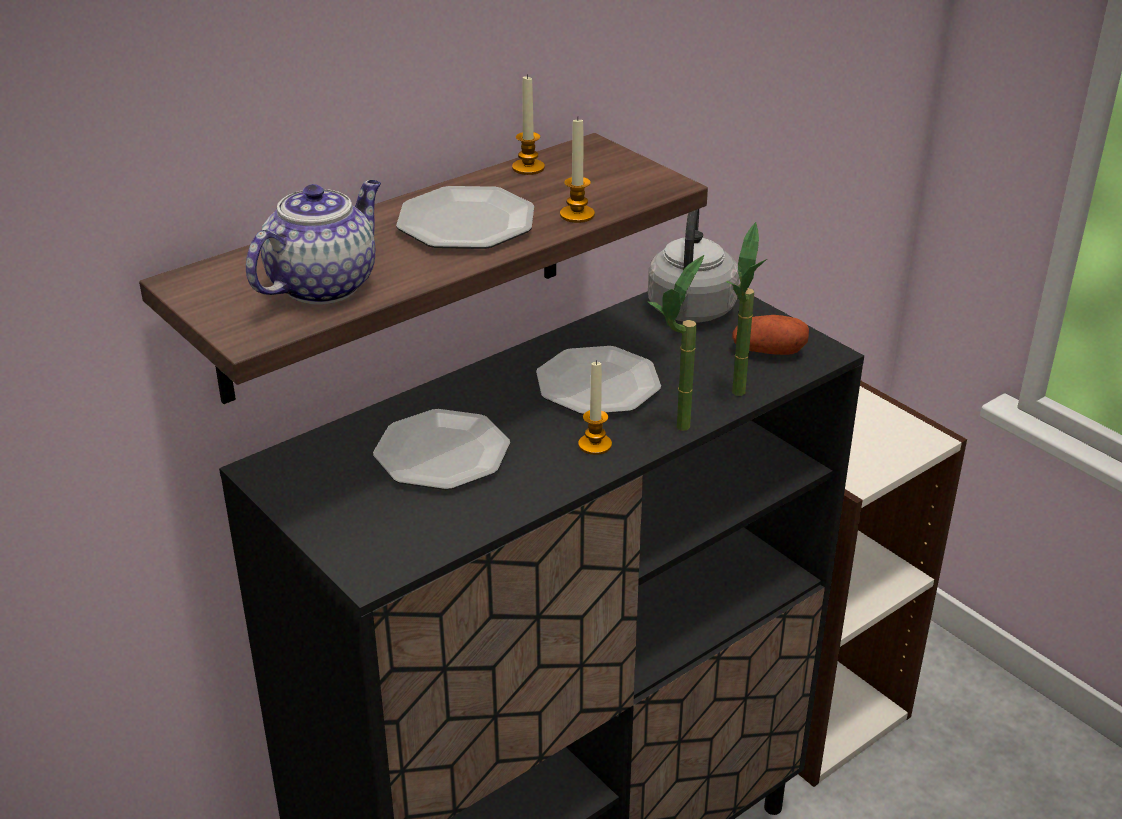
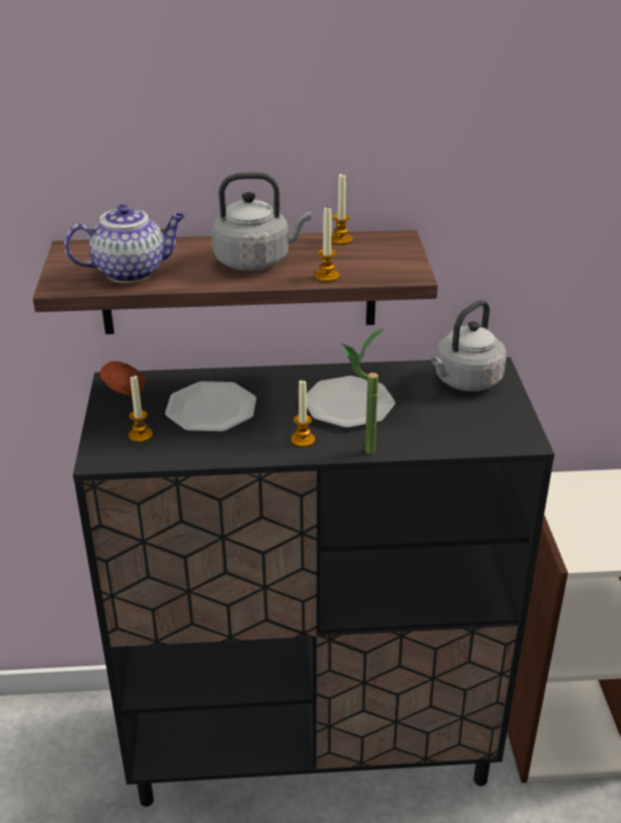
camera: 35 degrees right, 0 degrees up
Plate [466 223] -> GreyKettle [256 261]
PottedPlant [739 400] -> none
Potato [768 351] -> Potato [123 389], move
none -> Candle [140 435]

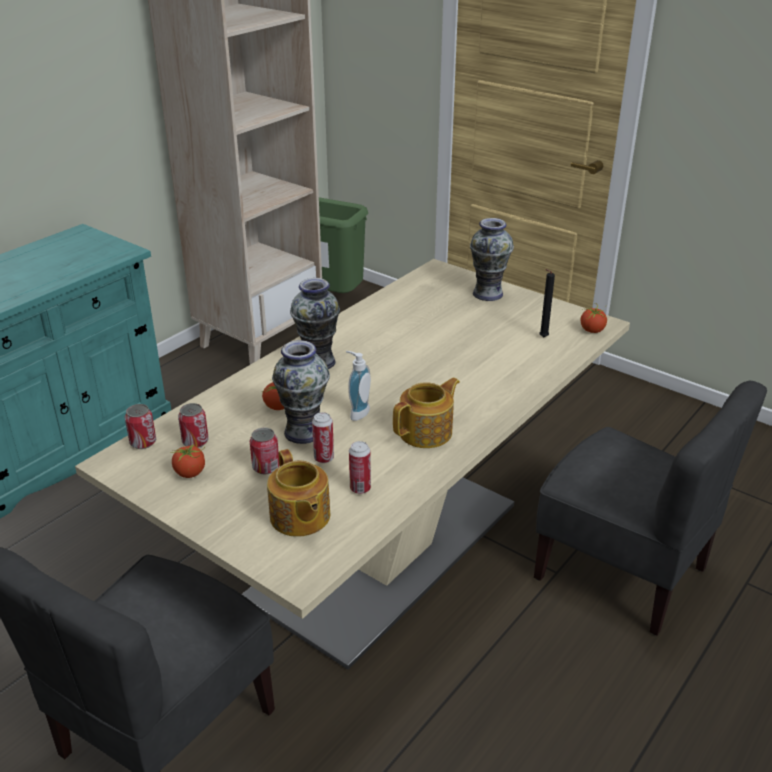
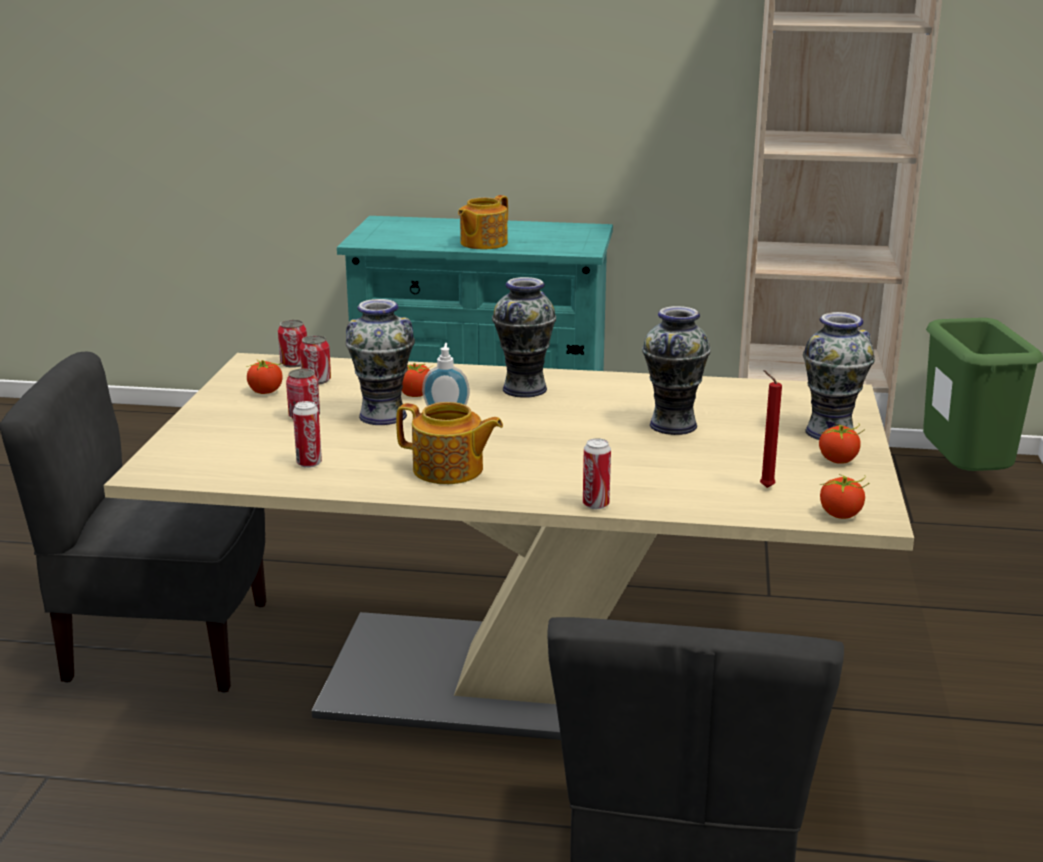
camera: 60 degrees right, 10 degrees down
Teapot [299 517] -> Teapot [482 243], move
Can [324 458] -> Can [596 504], move
BlackCandle [542 337] -> RedCandle [764 487]
none -> Vase [674 425]
none -> Tomato [838 460]

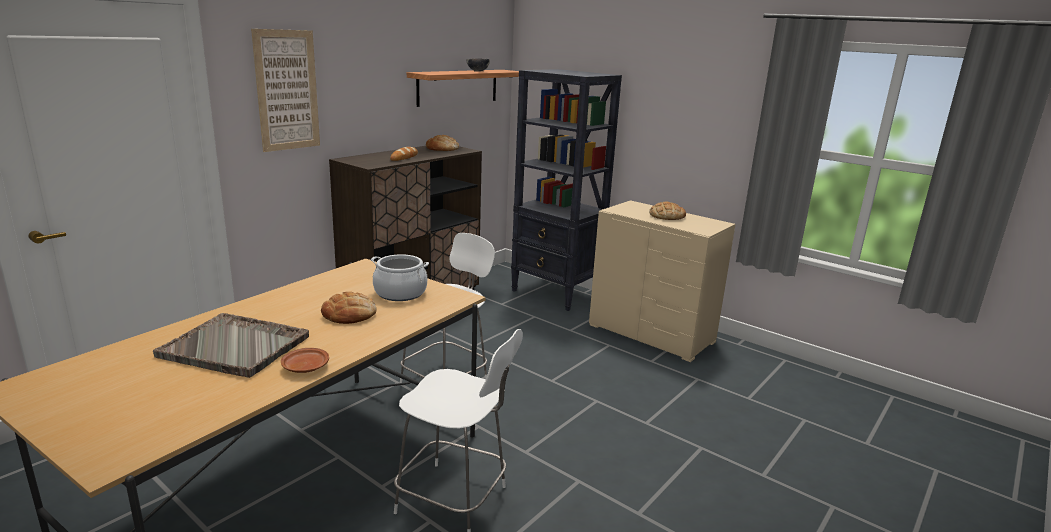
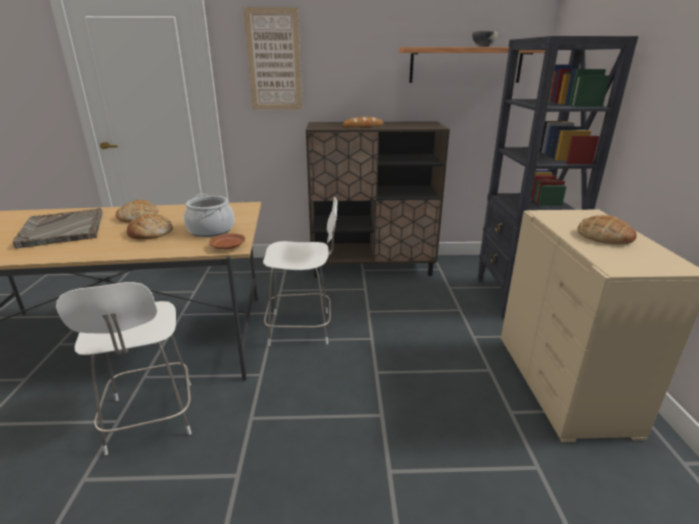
camera: 50 degrees right, 5 degrees up
BrownPlate [305 367] -> BrownPlate [228 246], move
Bread [442 148] -> Bread [138 216], move

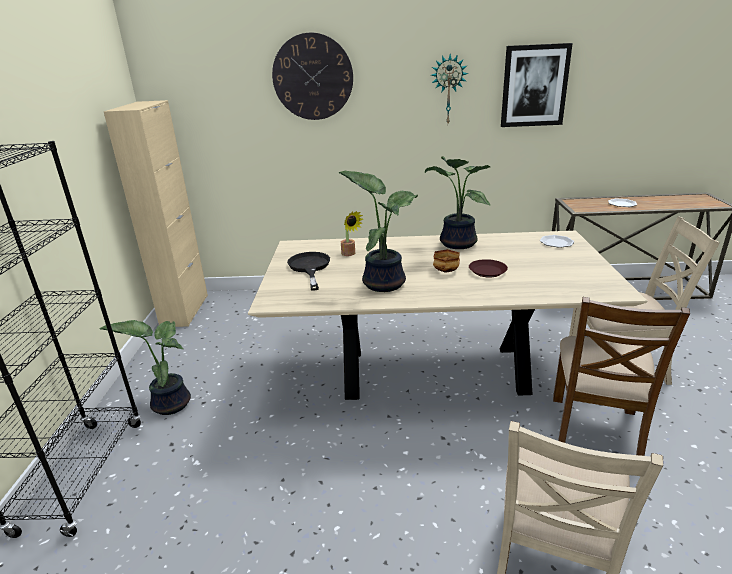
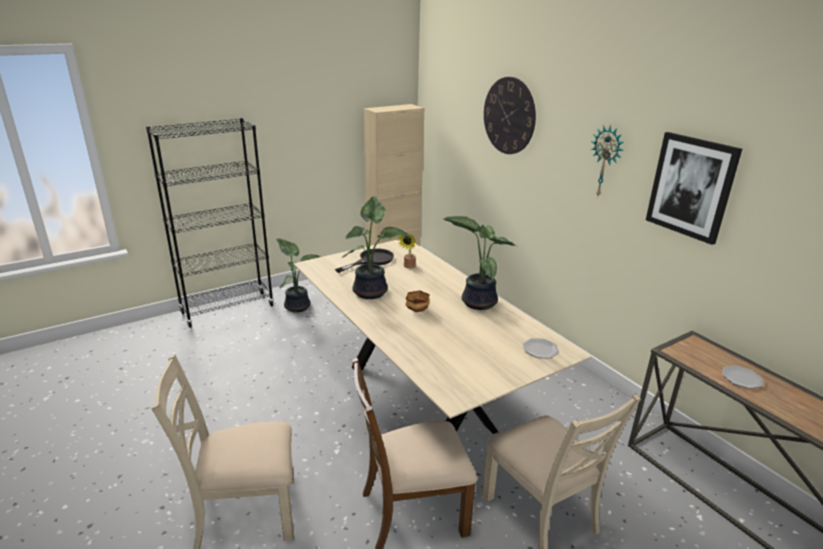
camera: 55 degrees right, 0 degrees up
BrownPlate [488 271] -> none

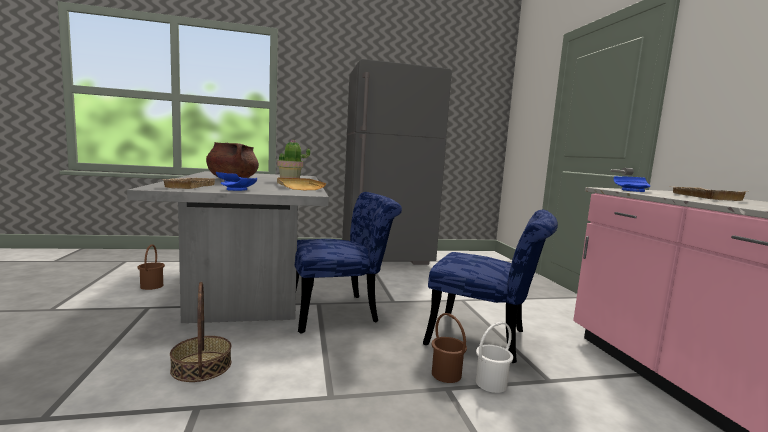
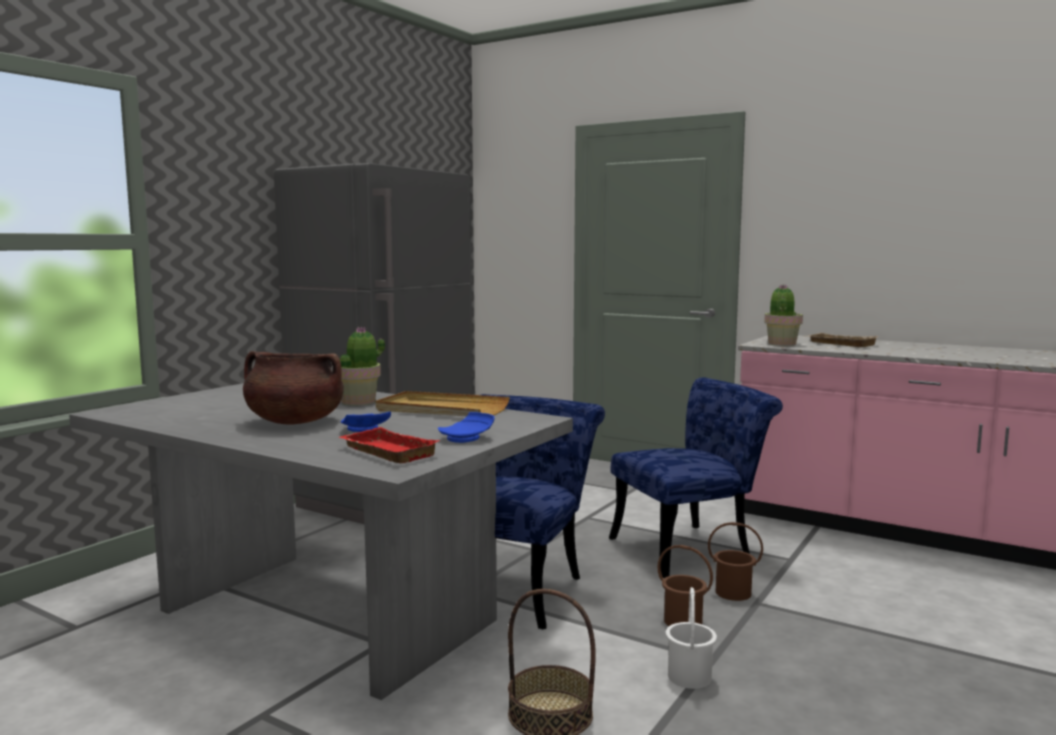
camera: 45 degrees left, 0 degrees up
BrownBucket [152 286] -> BrownBucket [683 621], move
BeigeTray [189 186] -> RedTray [385 452]
WhiteBucket [491 383] -> WhiteBucket [690 676], move
BluePlate [632 190] -> PottedPlant [781 344]

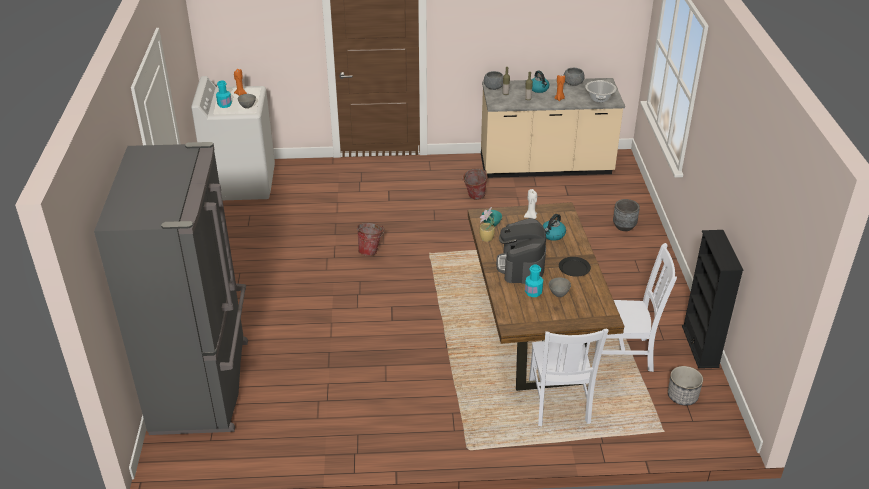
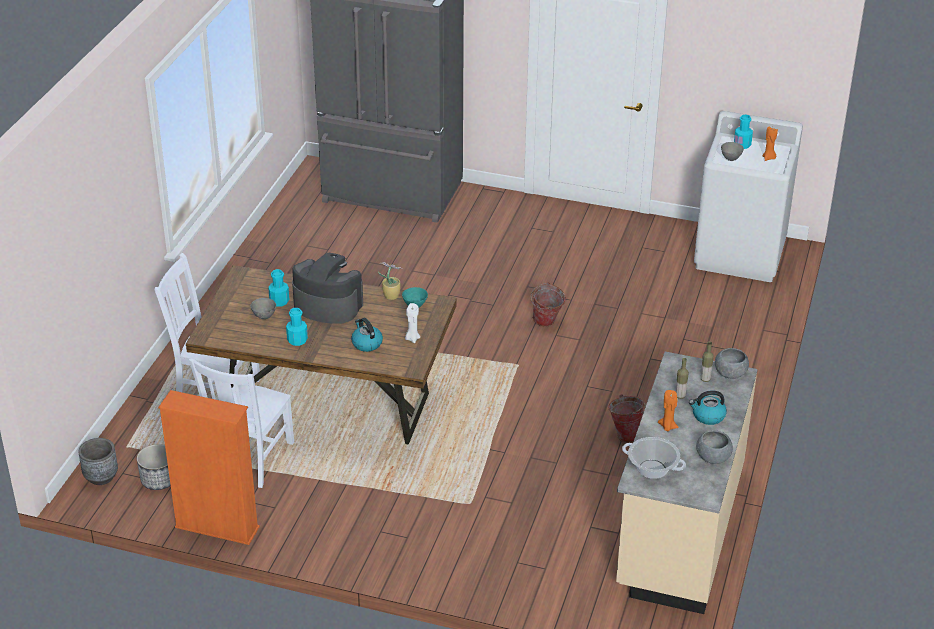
camera: 110 degrees right, 0 degrees up
BlackPlate [574 268] -> TurquoiseBottle [297 340]
GreyPlanter [624 226] -> GreyPlanter [101 477], move
BlackBookcase [700 346] -> OrangeBookcase [217 527]

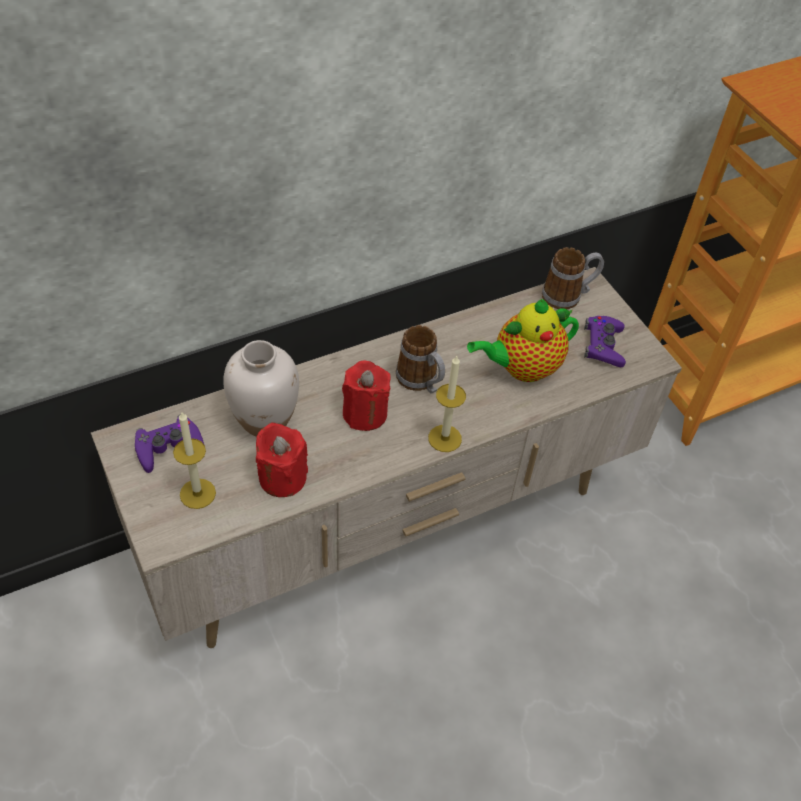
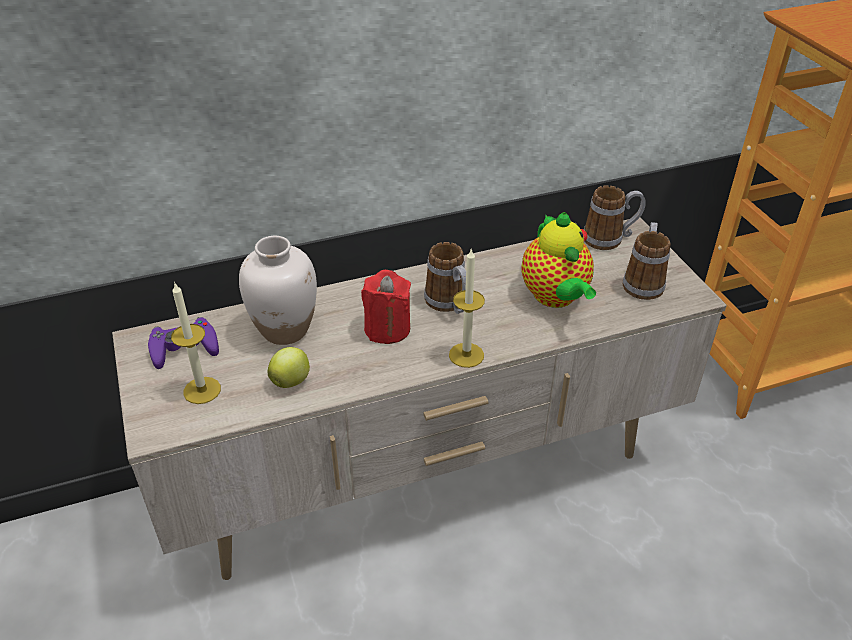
camera: 10 degrees right, 10 degrees down
RedCandle [282 477] -> Apple [291 381]
Teapot [522 368] -> Teapot [555 297], 90 degrees counterclockwise
PurpleGameController [603 345] -> Mug [643 282]

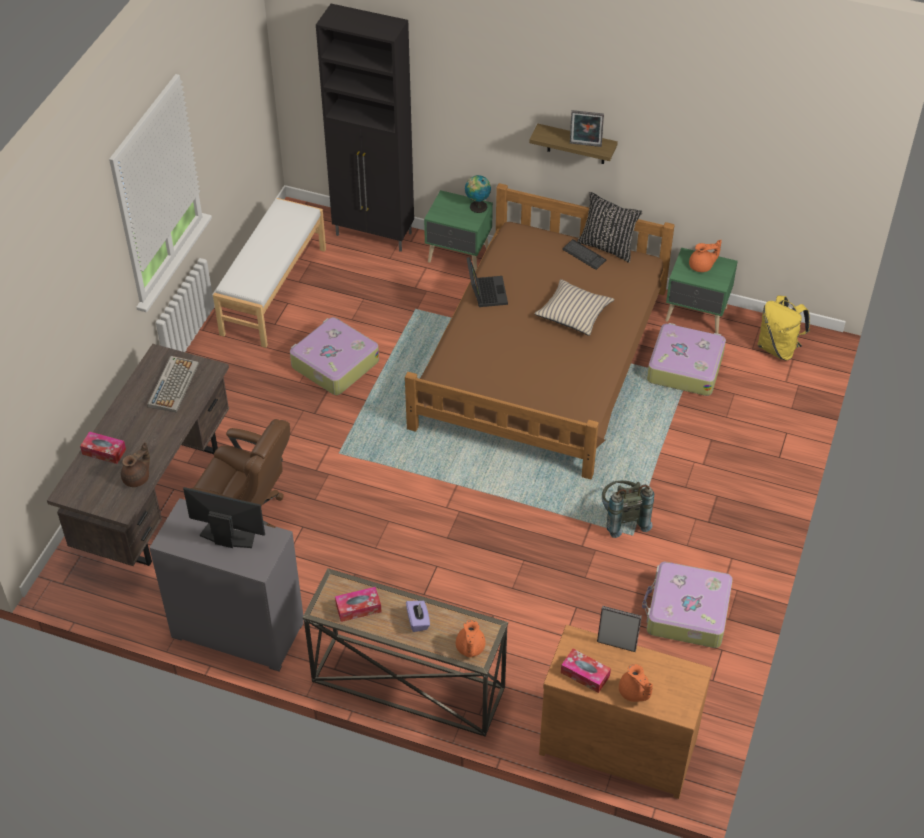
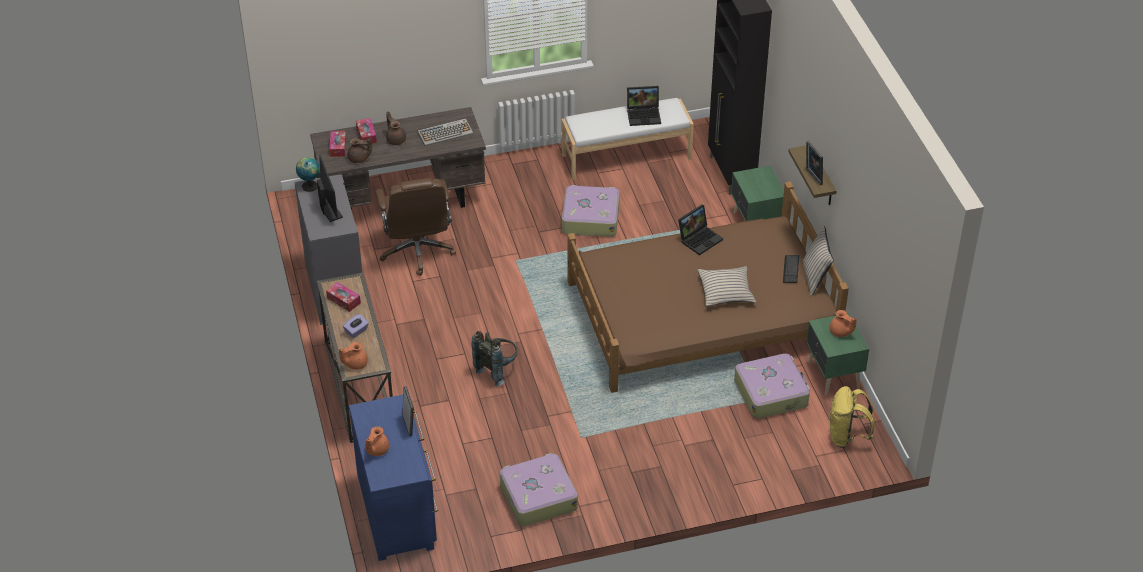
camera: 55 degrees right, 5 degrees down
Globe [477 206] -> Globe [309 185], move
BrownDresser [618 743] -> BlueDresser [398 510]
TissueBox [585 674] -> TissueBox [338 147], move
BlackPillow [607 246] -> BeigePillow [815 278]
GreyBackpack [622 518] -> GreyBackpack [497 369], move
none -> BrownTeapot [396 139]
none -> Laptop [644 115]

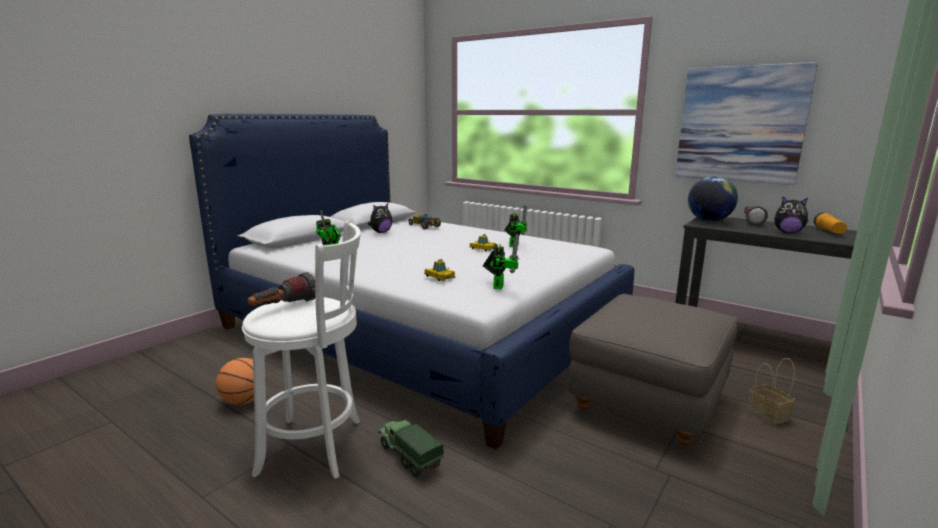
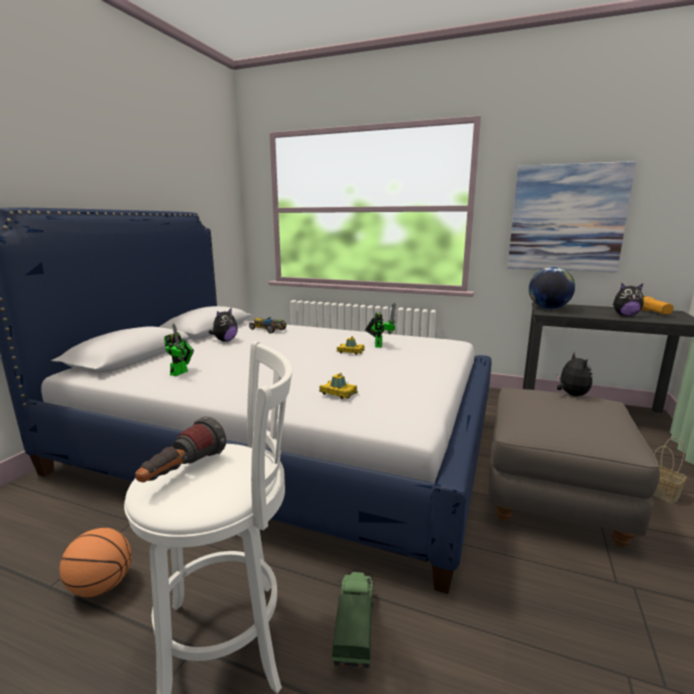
camera: 15 degrees left, 0 degrees up
ToyTruck [409 456] -> ToyTruck [354 628], 60 degrees clockwise
ToyRobot [499 285] -> none
Flashlight [750 222] -> none
none -> PlushToy [571 395]

